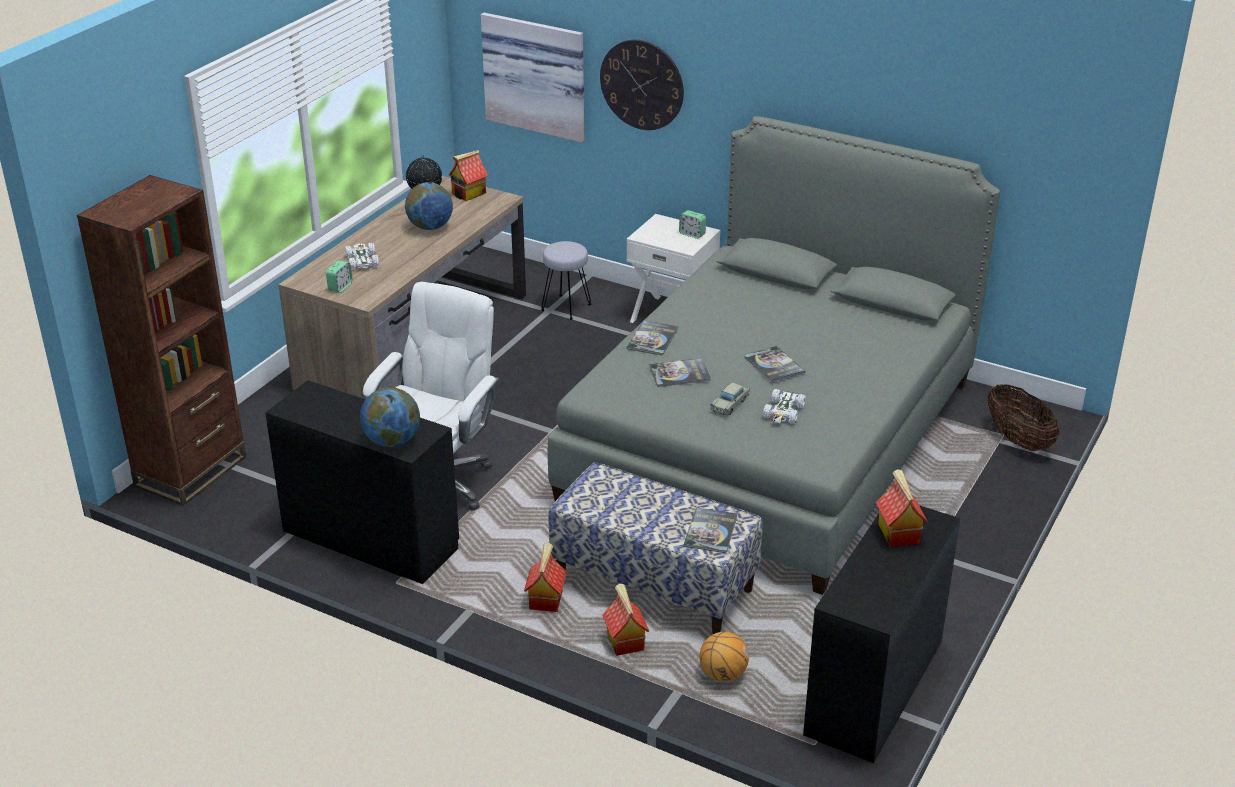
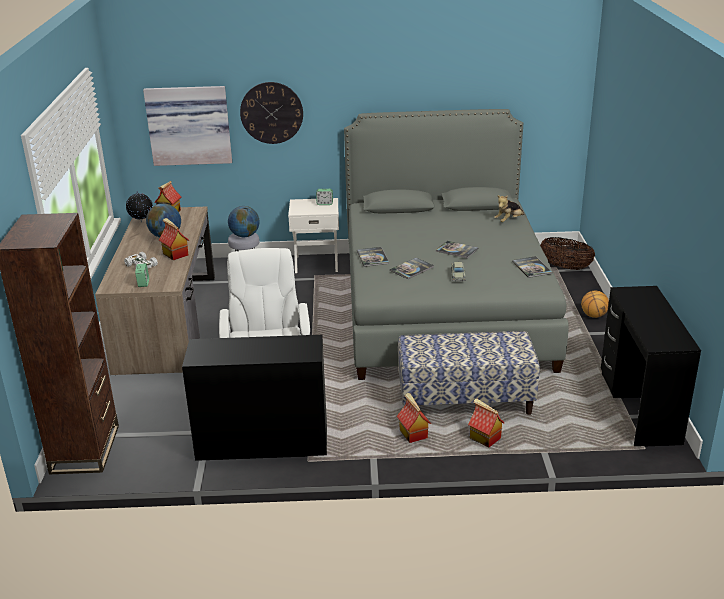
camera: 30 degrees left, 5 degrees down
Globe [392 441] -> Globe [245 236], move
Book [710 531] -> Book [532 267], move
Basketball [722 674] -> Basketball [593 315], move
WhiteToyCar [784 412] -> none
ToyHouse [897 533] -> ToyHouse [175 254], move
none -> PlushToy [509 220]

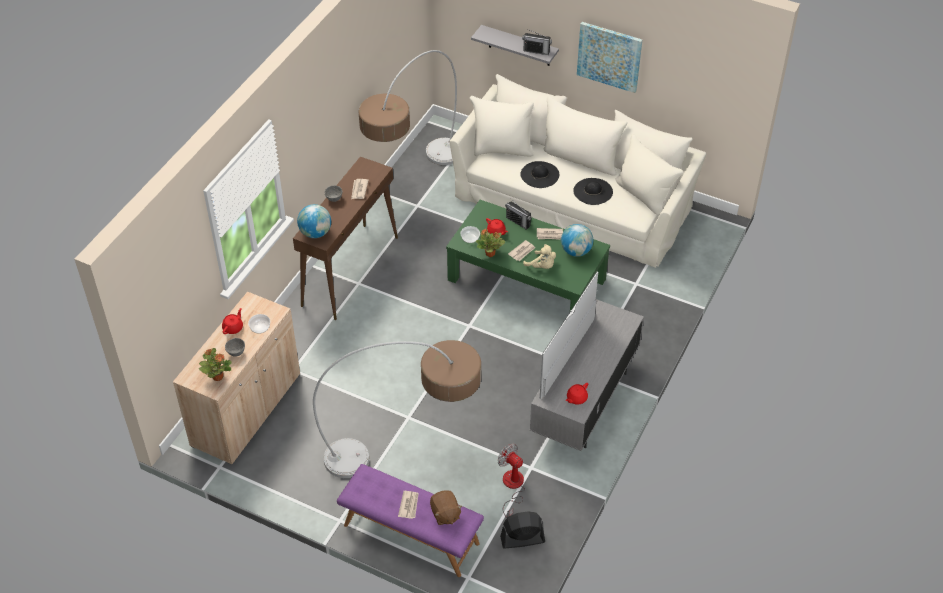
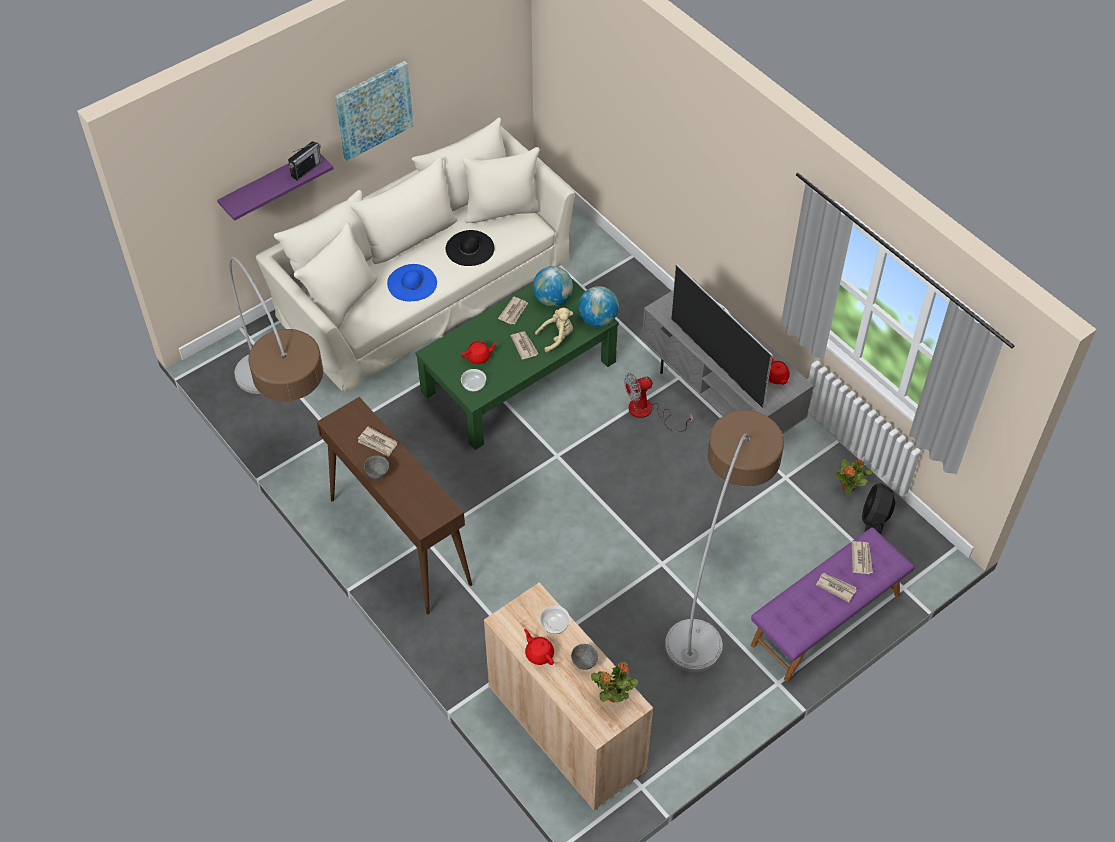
camera: 65 degrees left, 5 degrees up
Globe [315 233] -> Globe [598 319], move
BrownPlushToy [445 514] -> Newspaper [861 558]
GreyShelf [519 46] -> PurpleShelf [269 186]
PottedPlant [490 254] -> PottedPlant [848 487], move
Fan [512 486] -> Fan [648 412], move
Radio [518 222] -> none
BlackHat [539 174] -> BlueHat [412 283]

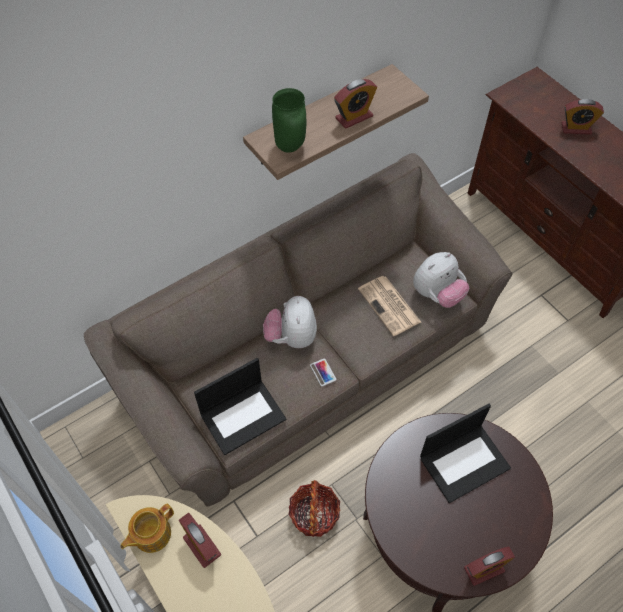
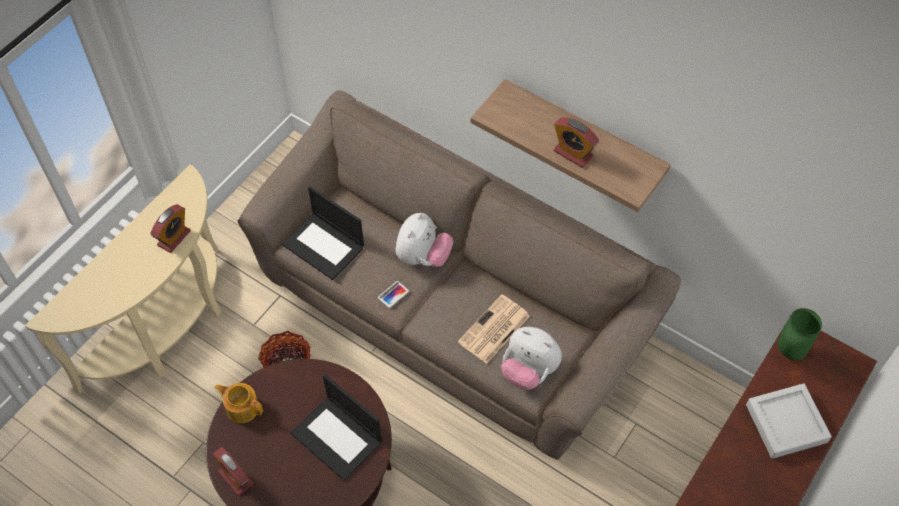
camera: 70 degrees right, 0 degrees up
Teapot [151 534] -> Teapot [242 407], move
PlushToy [291 336] -> PlushToy [423 256], 135 degrees clockwise
GreenVase [289 147] -> GreenVase [788 351], move
AlarmClock [576 128] -> GreyTray [786 423]

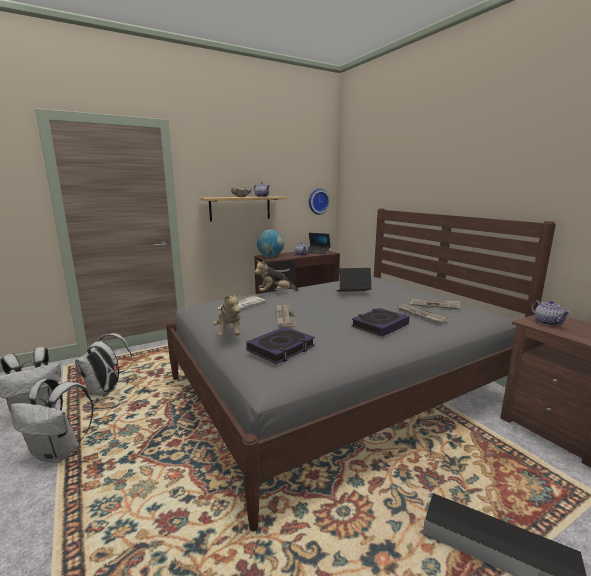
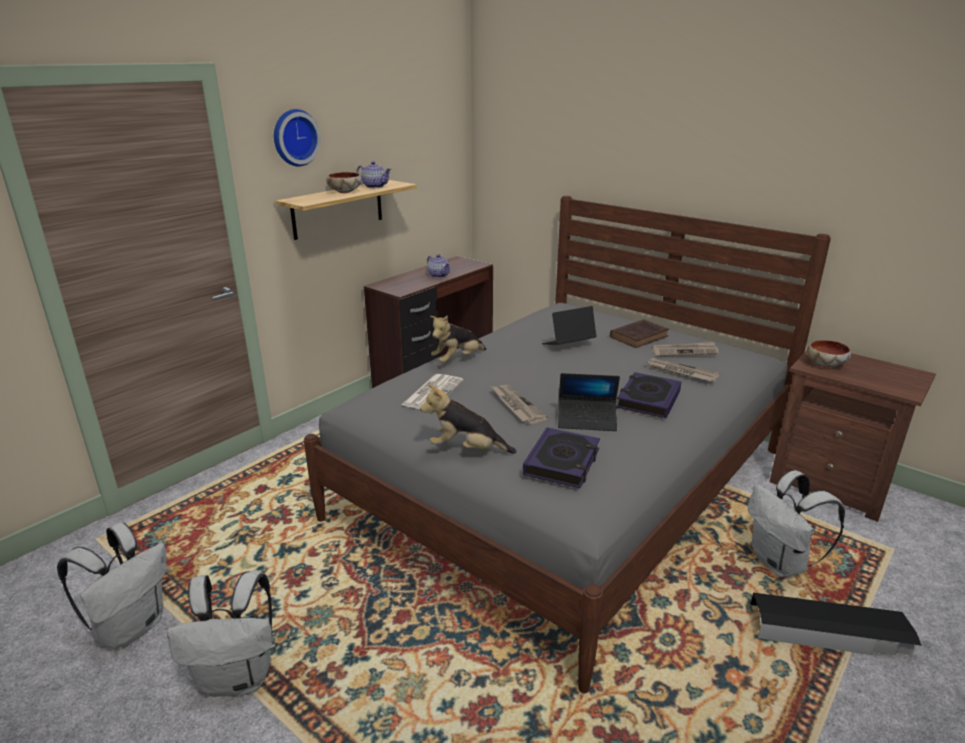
camera: 20 degrees left, 10 degrees up
WhiteBackpack [106 390] -> WhiteBackpack [780 563], move
PlushToy [229 333] -> PlushToy [466 449], 135 degrees clockwise
Globe [271 256] -> none
Laptop [317 252] -> Laptop [587 420], move
WallClock [318 201] -> WallClock [294 137], move
Teapot [547 322] -> Bowl [825 364]
none -> BrownBook [640 336]

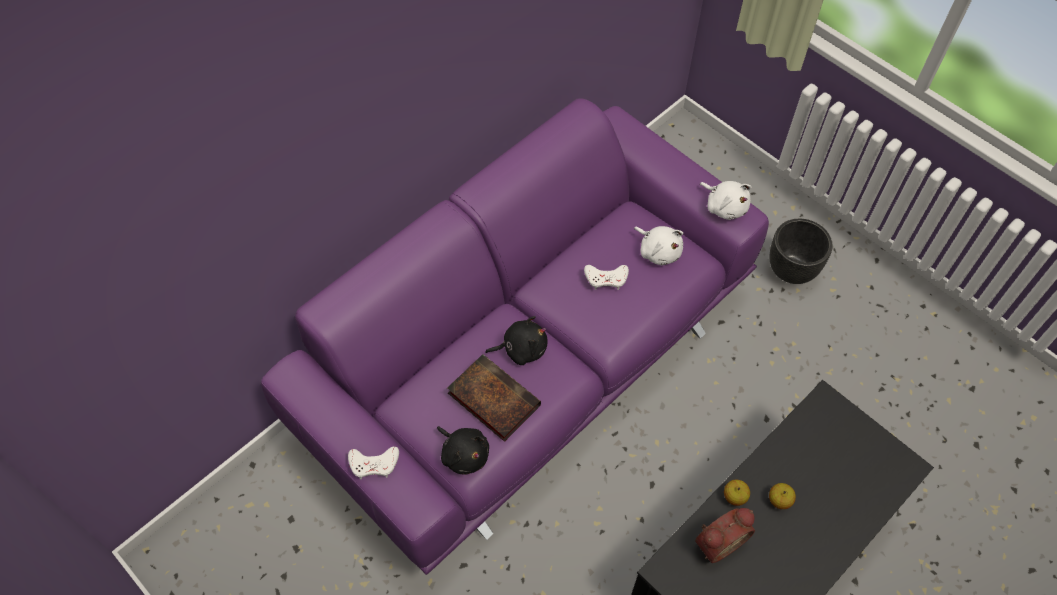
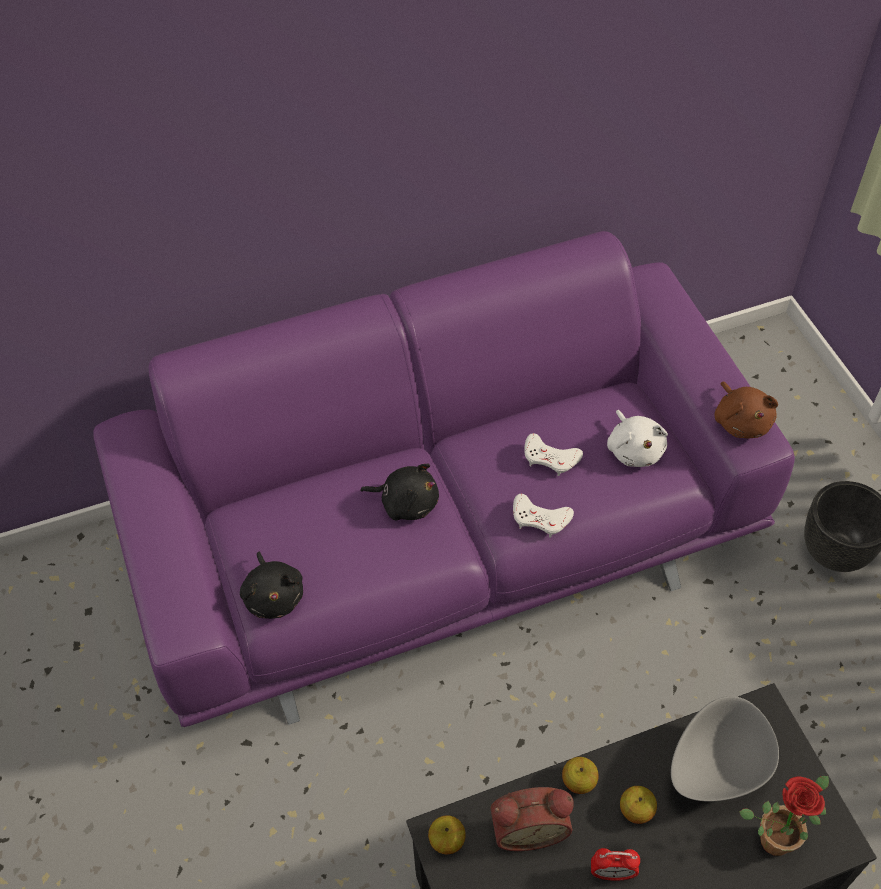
camera: 25 degrees right, 5 degrees down
WhiteGameController [374 464] -> WhiteGameController [540 519], move
Book [491 399] -> none
WhitePlushToy [724 206] -> BrownPlushToy [741 421]
none -> Apple [447 840]
none -> AlarmClock [612 873]
none -> GreyBowl [716 769]
none -> PottedPlant [777 834]

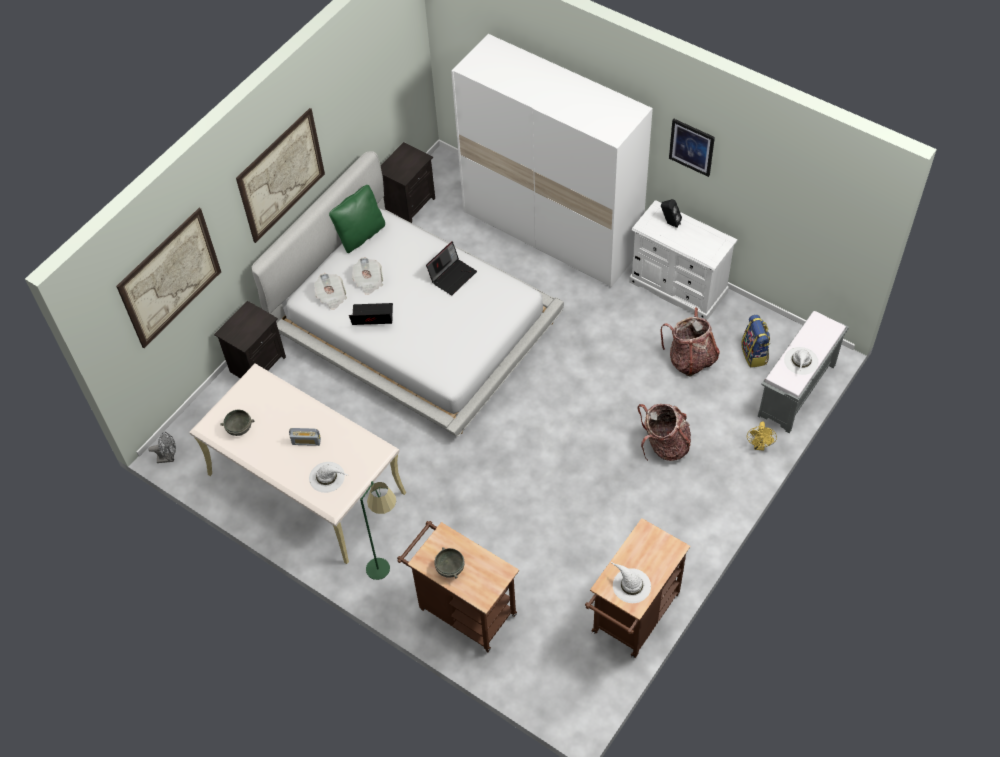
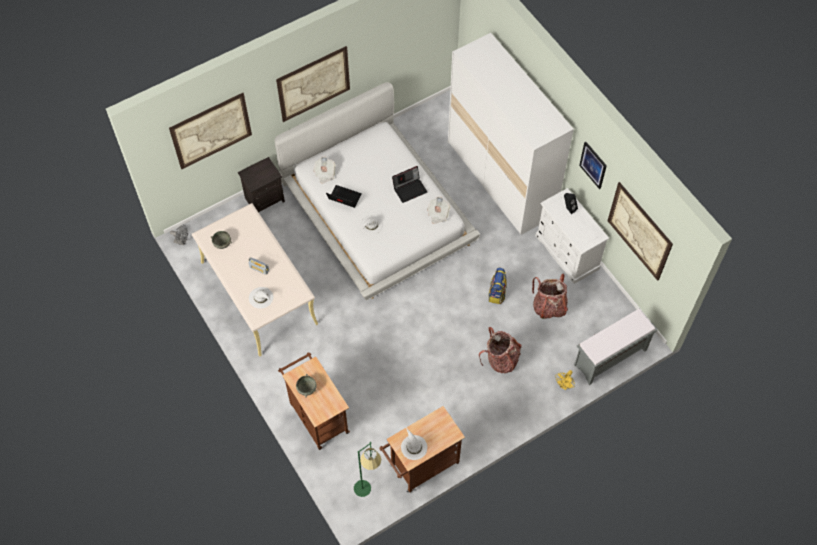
camera: 20 degrees right, 5 degrees up
GreenPillow [360 235] -> none
Newspaper [368 281] -> Newspaper [438 214], move
GreenFloorLamp [388 570] -> GreenFloorLamp [369 492], move
BlackNightstand [409 204] -> none
Backpack [754 354] -> Backpack [497 294], move
WhiteHat [801 361] -> WhiteHat [371 225], move
none -> Picture [639 231]

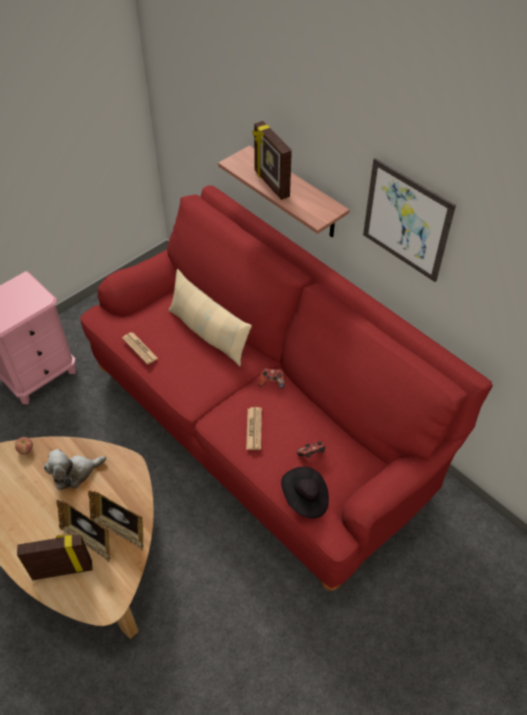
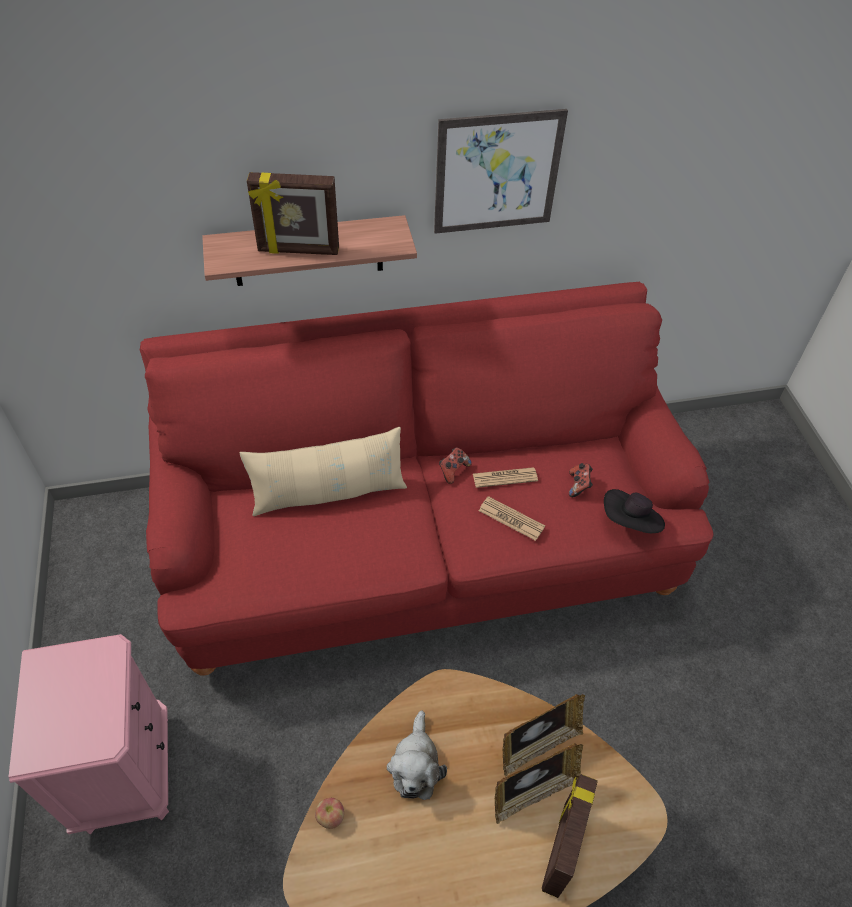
camera: 60 degrees left, 0 degrees up
Newspaper [140 348] -> Newspaper [505 478], move

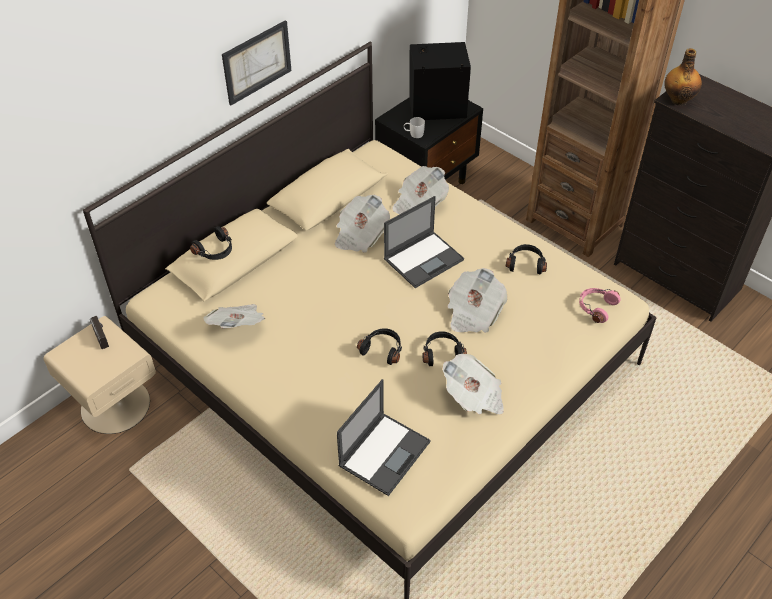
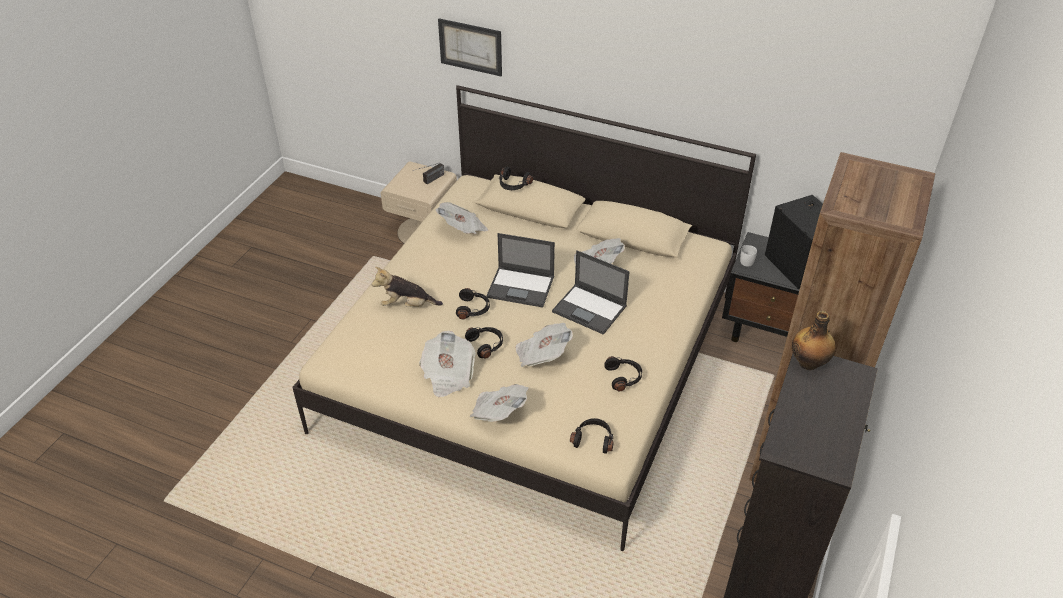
camera: 70 degrees right, 5 degrees down
Picture [257 62] -> Picture [470 47], move
Laptop [385 453] -> Laptop [521 287], move
Newspaper [419 204] -> Newspaper [498 412], move
PinkHeadphones [596 307] -> BlackHeadphones [593 439]
none -> PlushToy [407 305]

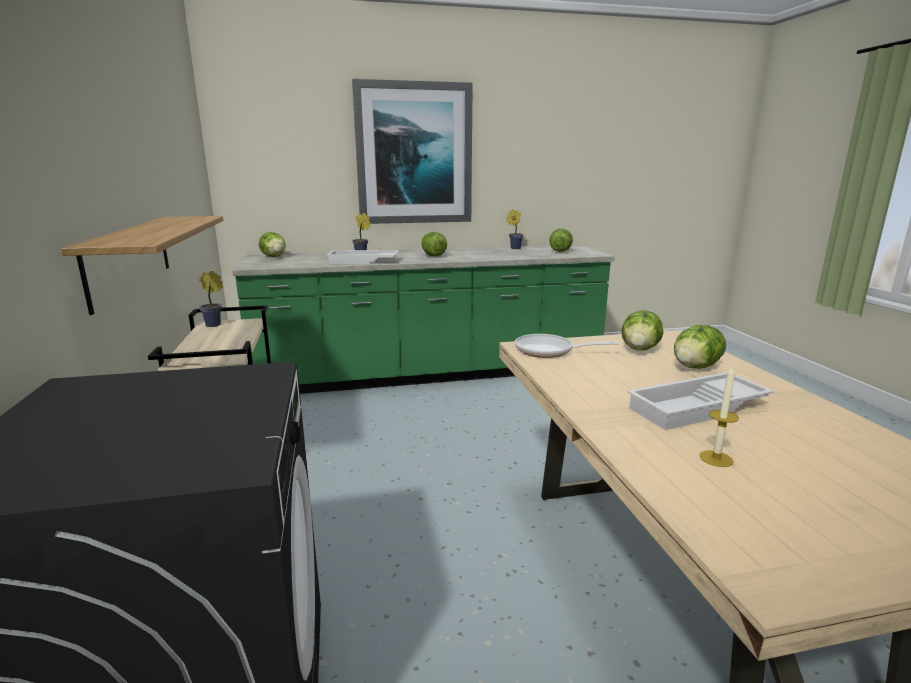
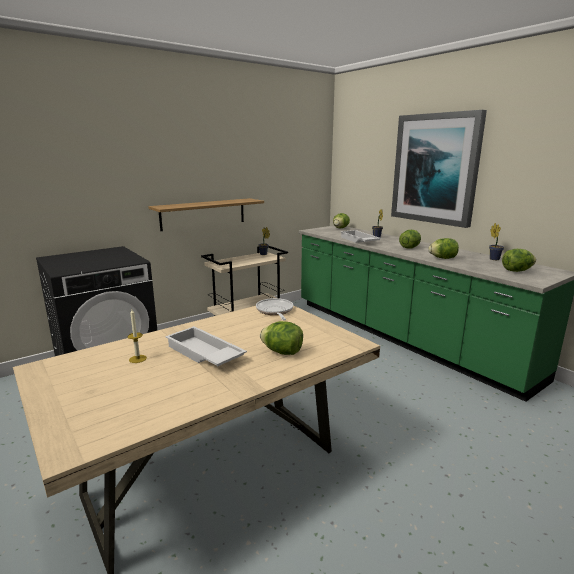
camera: 65 degrees right, 0 degrees up
Lettuce [640 349] -> Lettuce [443 258], move

